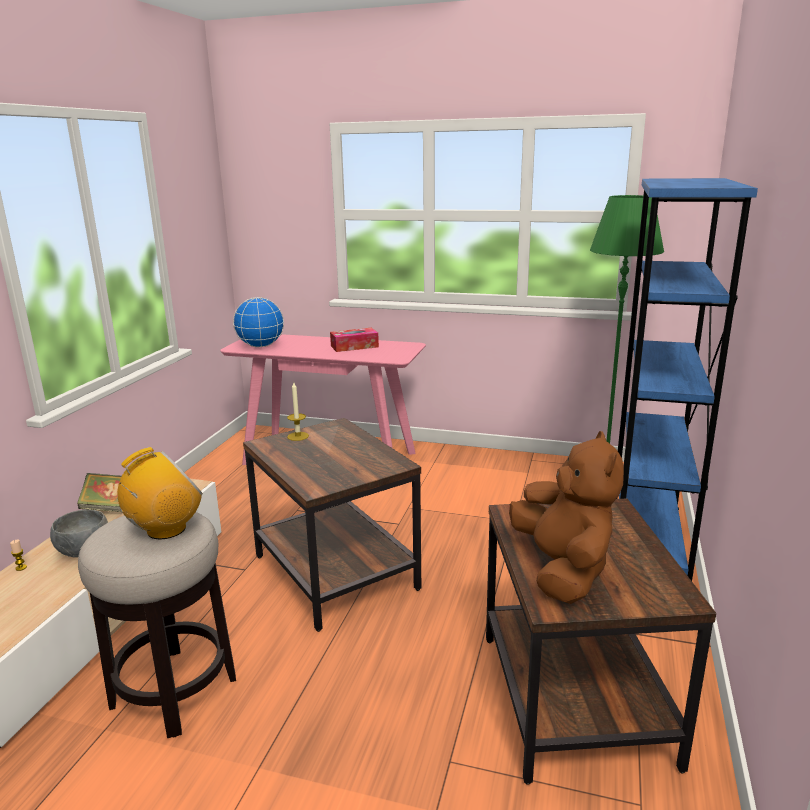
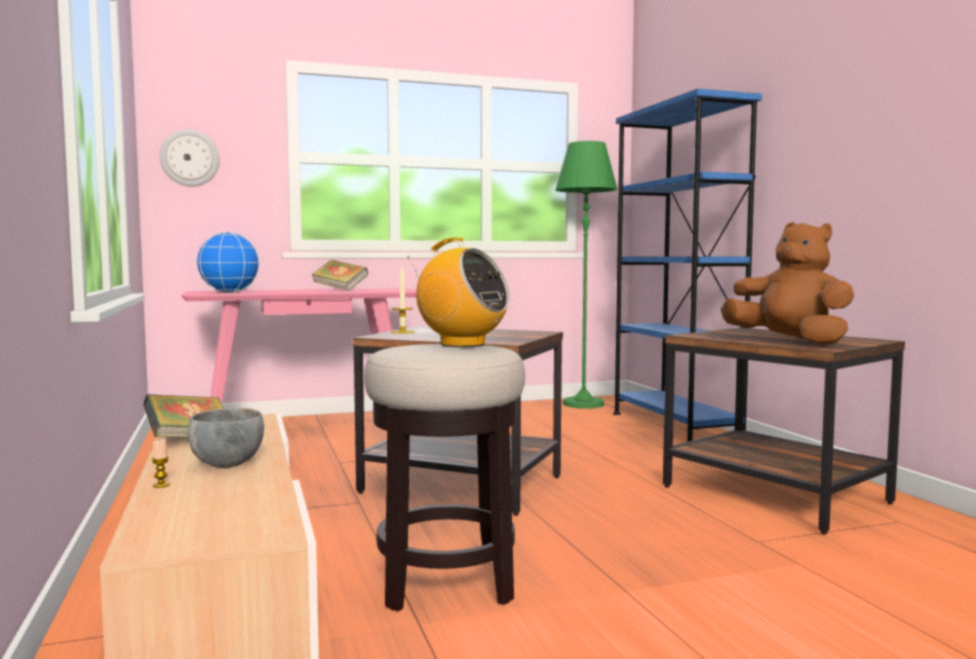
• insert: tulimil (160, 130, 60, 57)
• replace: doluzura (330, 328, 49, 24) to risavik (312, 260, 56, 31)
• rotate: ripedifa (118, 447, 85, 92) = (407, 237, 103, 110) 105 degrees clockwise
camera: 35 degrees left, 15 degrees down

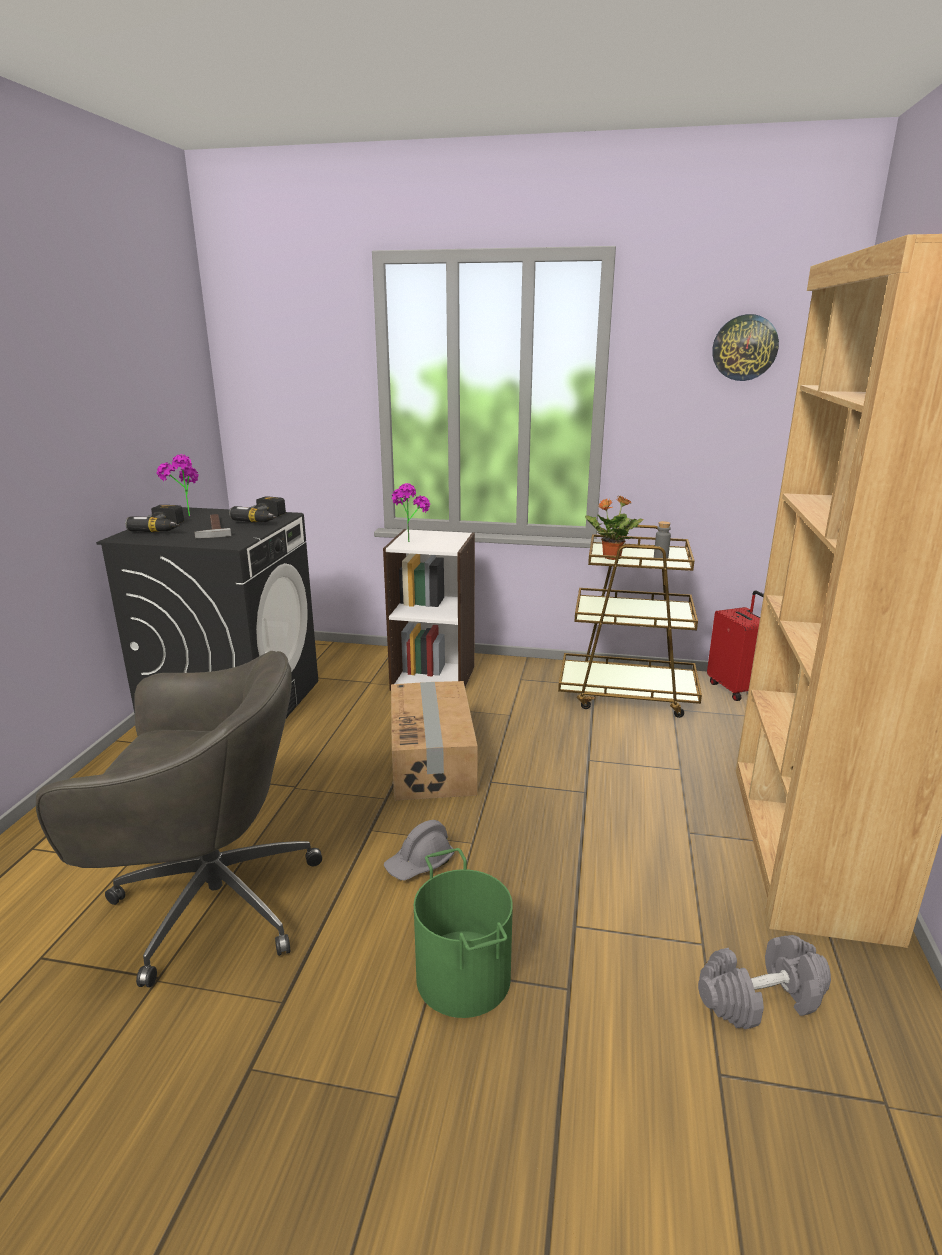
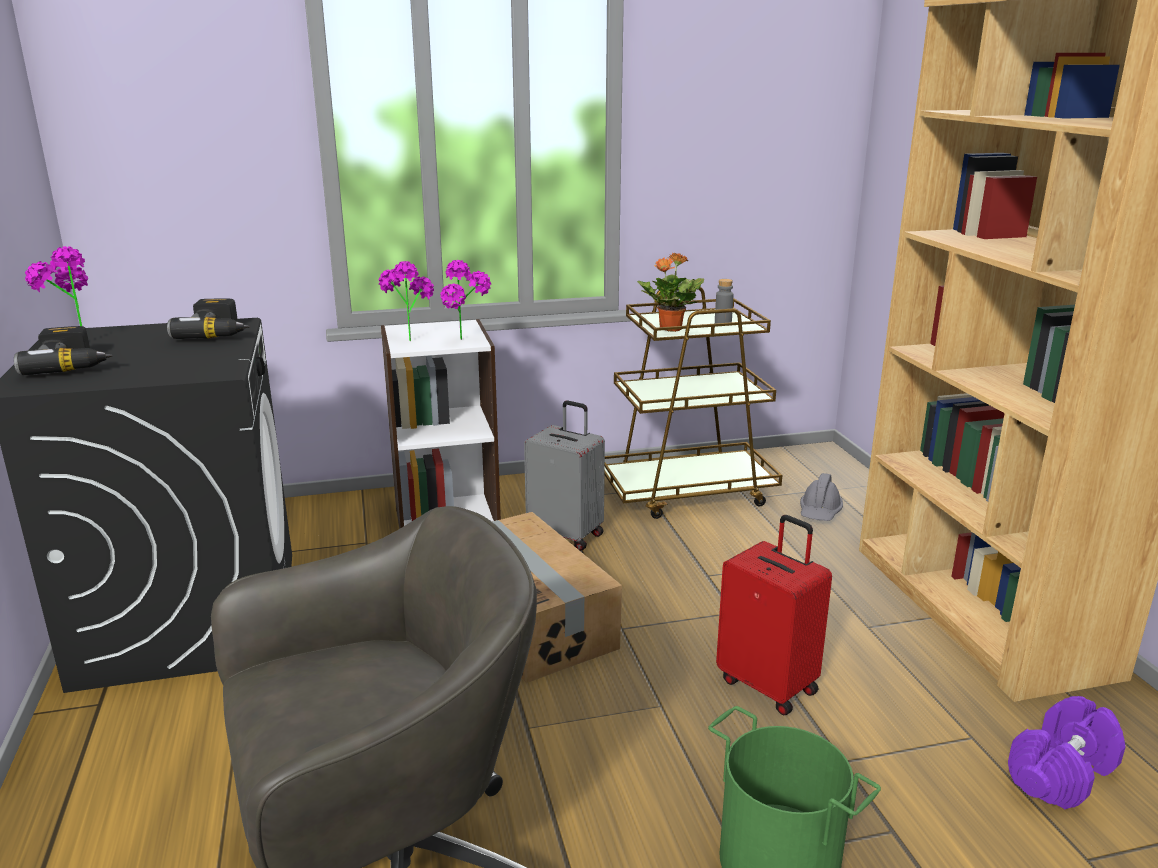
• insert: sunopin (440, 260, 51, 80)
• insert: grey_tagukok (524, 400, 81, 151)
• move: red_tagukok (707, 590, 57, 111) to (716, 515, 116, 200)
• move: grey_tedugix (384, 820, 71, 61) to (800, 473, 43, 48)
• recolor: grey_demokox (698, 935, 133, 94) to purple_demokox (1008, 696, 118, 113)
• delete: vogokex (194, 514, 37, 24)
• delete: tulimil (712, 314, 67, 67)
camera: 25 degrees left, 0 degrees up

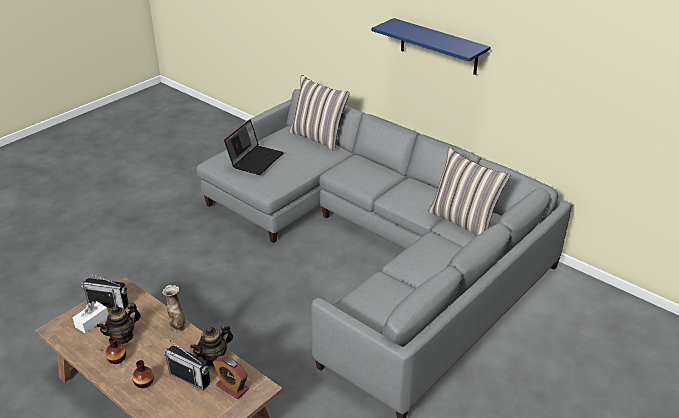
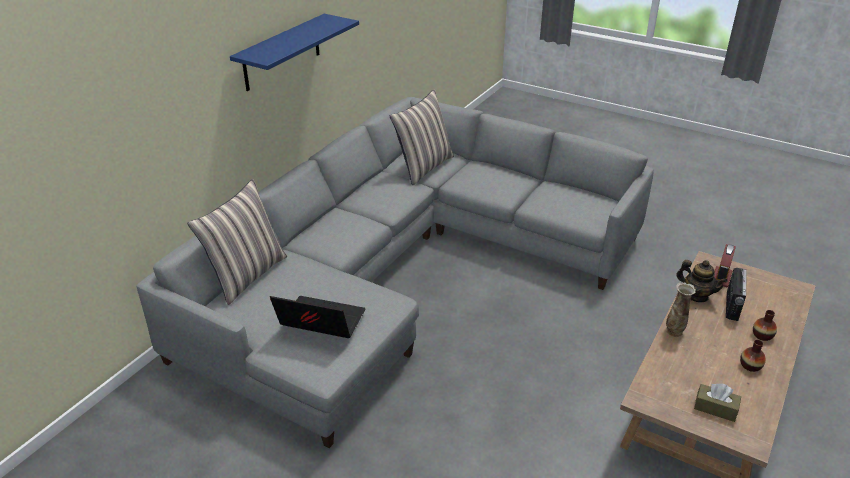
• recolor: white_doluzura (73, 301, 35, 32) to brown_doluzura (694, 383, 47, 39)
• delete: ripedifa (81, 272, 48, 37)
• delete: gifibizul (97, 303, 44, 41)
camera: 100 degrees left, 0 degrees up

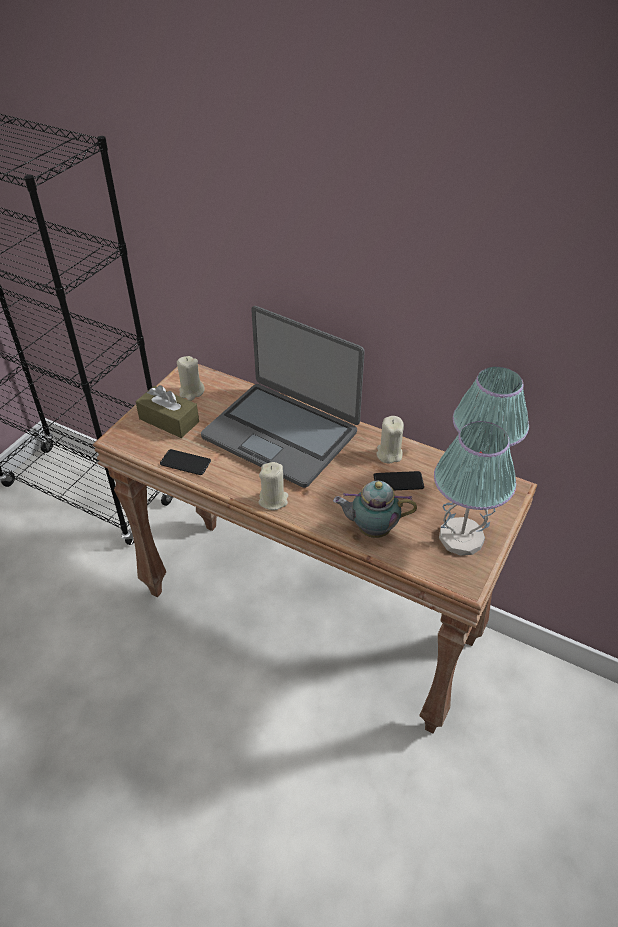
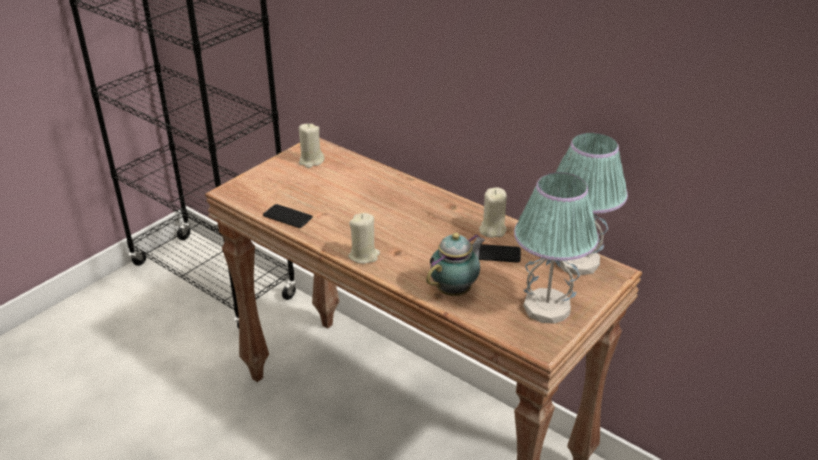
• rotate: gifibizul (333, 481, 84, 57) = (426, 233, 59, 63) 120 degrees clockwise
• delete: brown_doluzura (136, 385, 63, 53)
• delete: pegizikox (201, 306, 164, 182)
camera: 10 degrees right, 10 degrees down

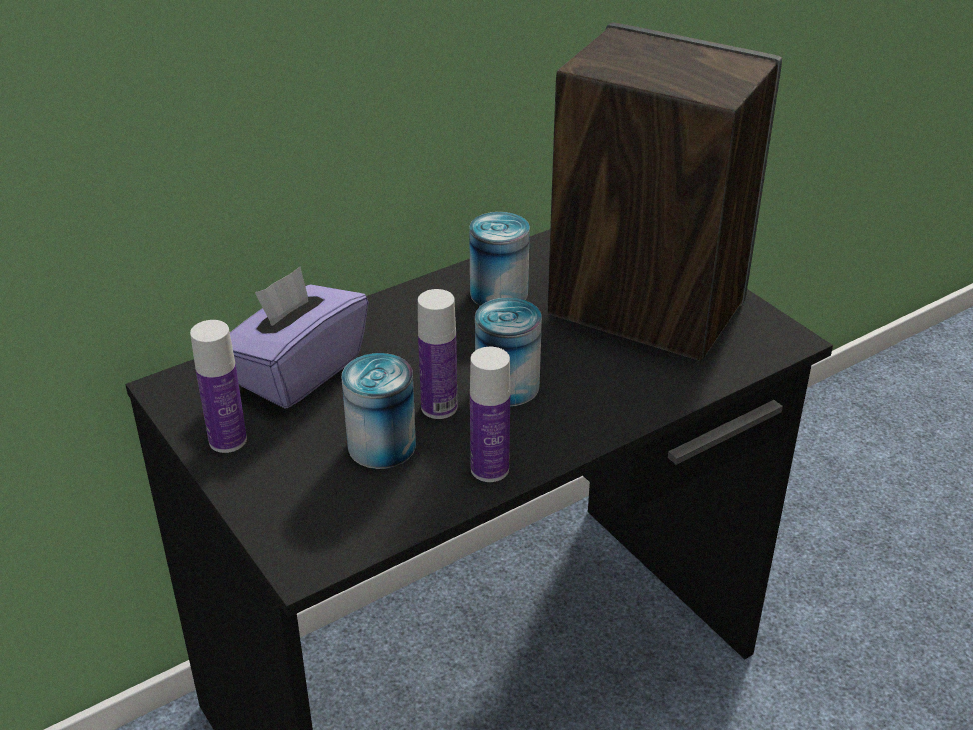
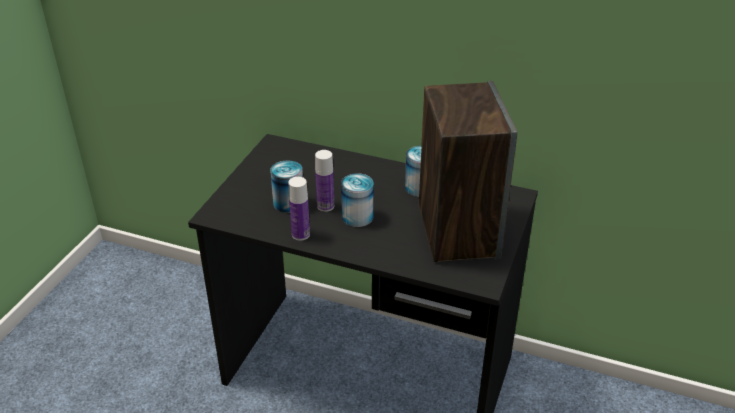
• delete: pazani (190, 320, 57, 133)
• delete: purple_doluzura (230, 267, 138, 142)
camera: 55 degrees right, 0 degrees up

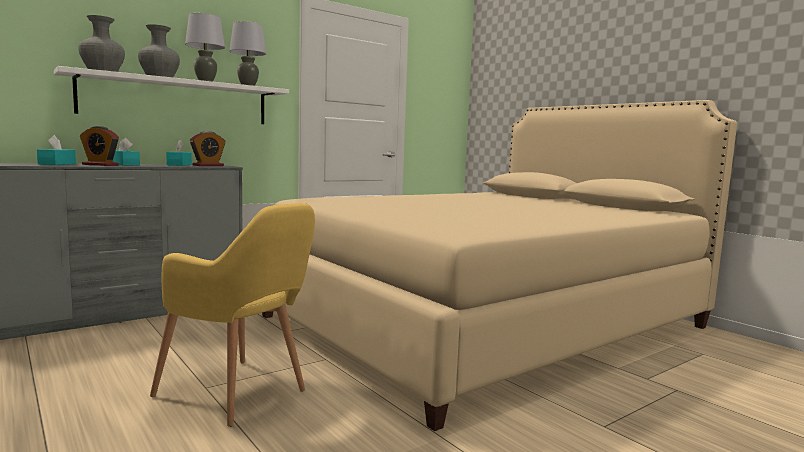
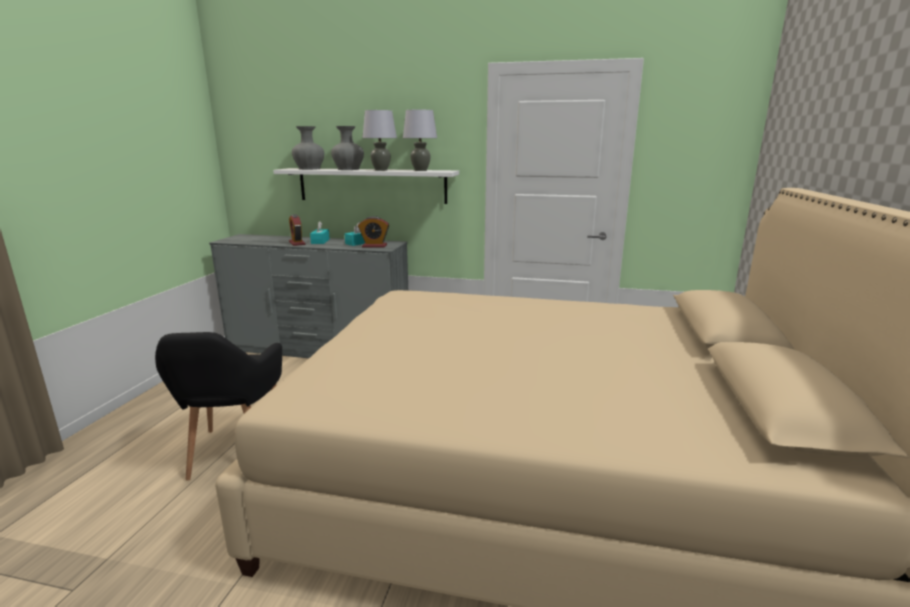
• recolor: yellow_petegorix (150, 203, 165, 224) to black_petegorix (155, 332, 127, 149)
• delete: turquoise_doluzura (37, 135, 39, 30)
camera: 50 degrees right, 10 degrees up

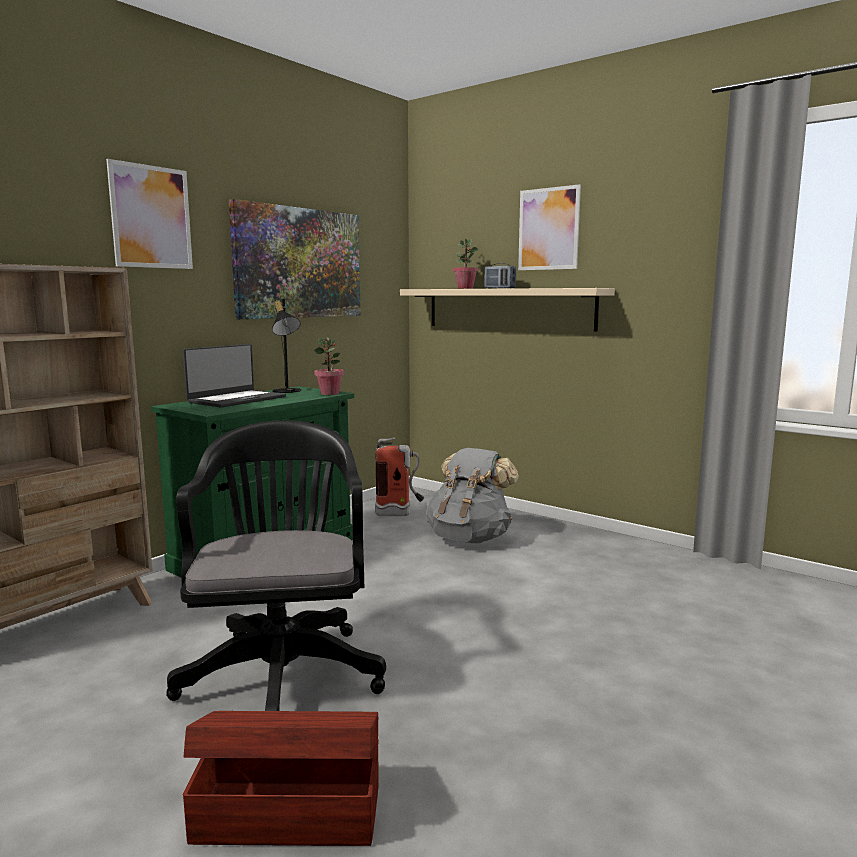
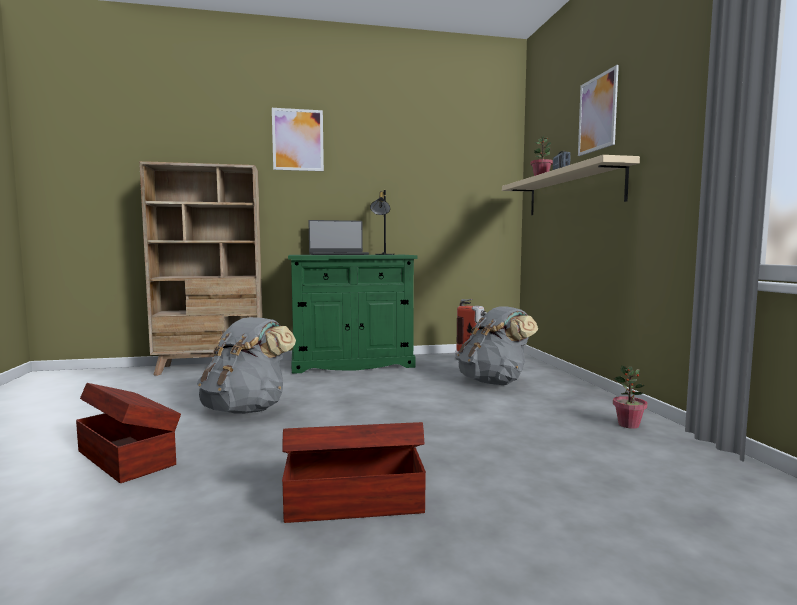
• replace: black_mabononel (166, 420, 220, 291) to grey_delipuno (197, 317, 99, 97)
• insert: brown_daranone (282, 422, 144, 101)
• move: sunopin (314, 338, 30, 57) to (613, 366, 34, 63)
• delete: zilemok (229, 199, 132, 120)
camera: 40 degrees right, 5 degrees down

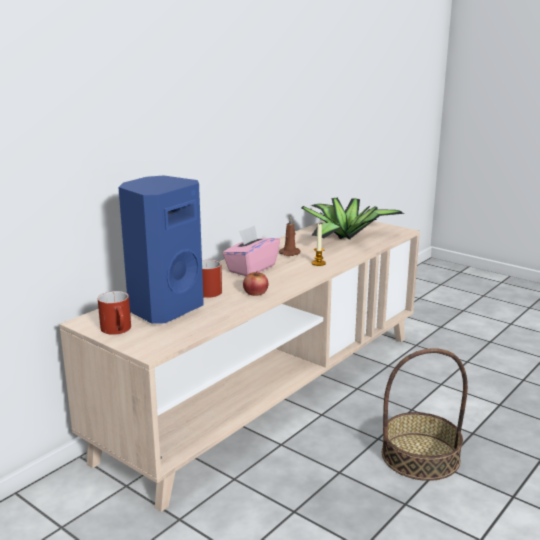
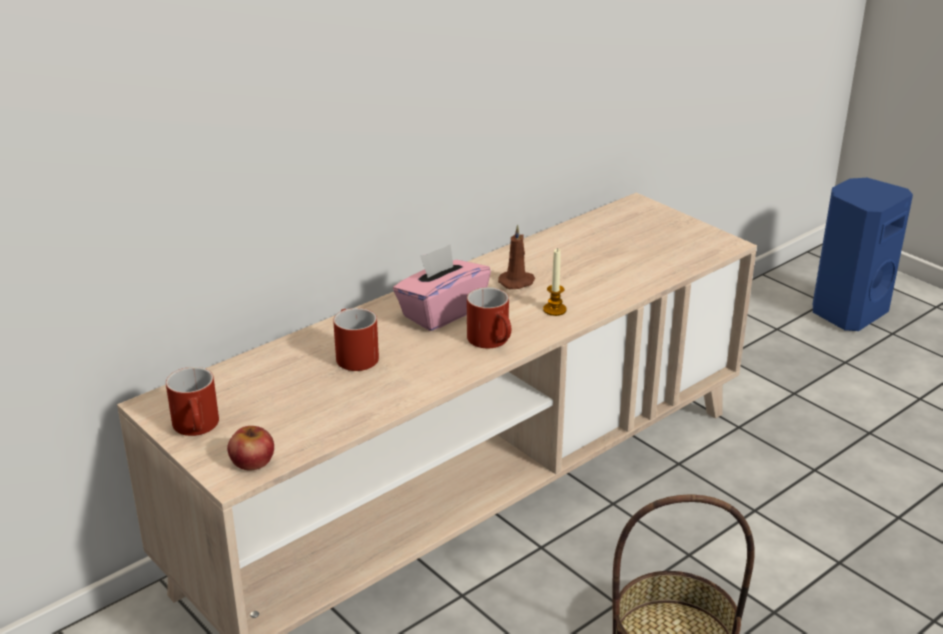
• move: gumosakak (243, 272, 25, 24) to (227, 426, 47, 44)
• insert: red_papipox (467, 287, 44, 61)
• move: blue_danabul (118, 176, 86, 148) to (813, 178, 100, 153)
• delete: sunopin (302, 198, 102, 42)
camera: 10 degrees right, 10 degrees up

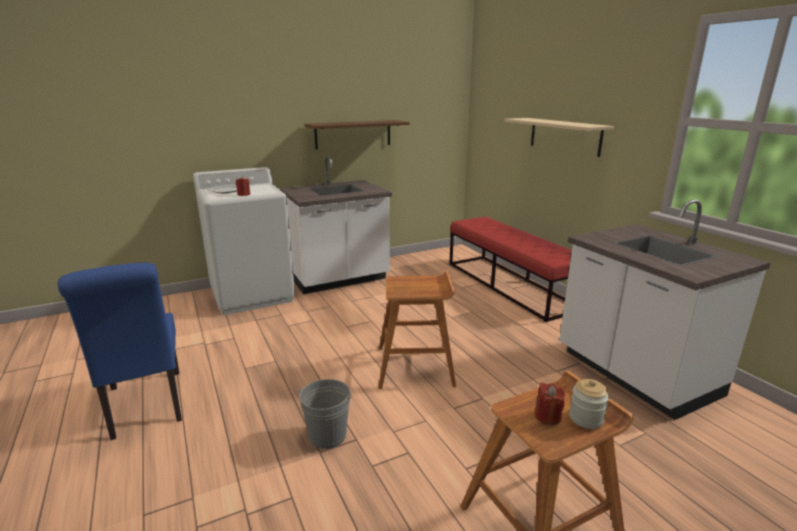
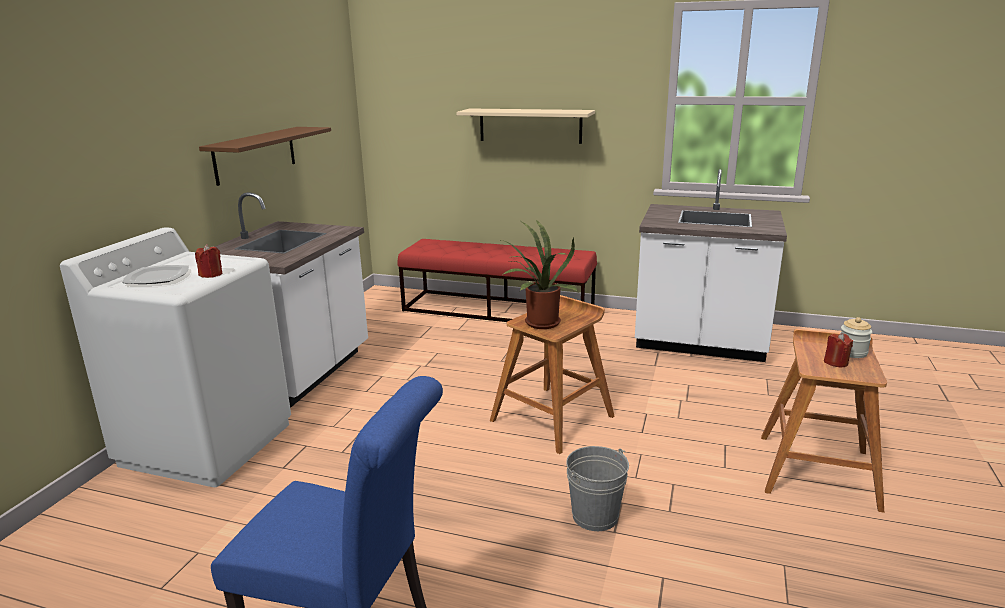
• insert: sunopin (501, 219, 77, 110)
camera: 45 degrees left, 0 degrees up

